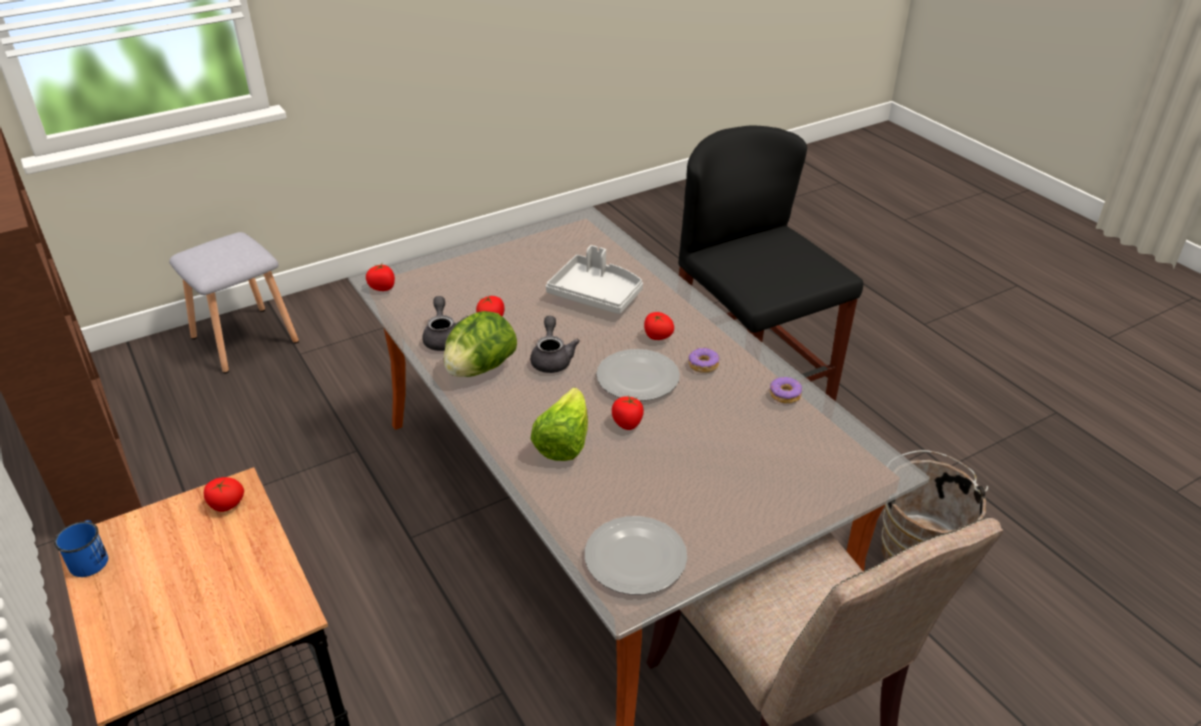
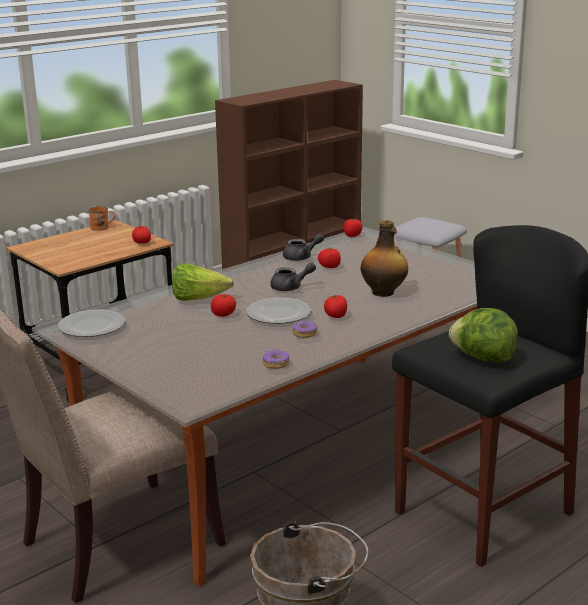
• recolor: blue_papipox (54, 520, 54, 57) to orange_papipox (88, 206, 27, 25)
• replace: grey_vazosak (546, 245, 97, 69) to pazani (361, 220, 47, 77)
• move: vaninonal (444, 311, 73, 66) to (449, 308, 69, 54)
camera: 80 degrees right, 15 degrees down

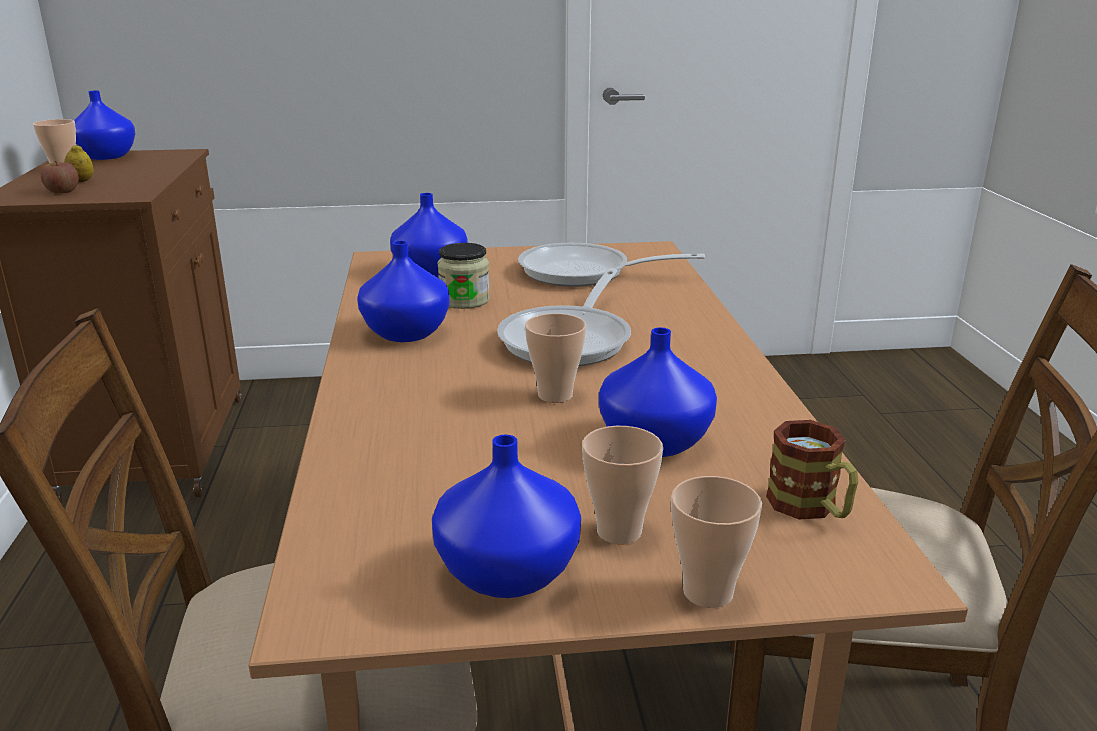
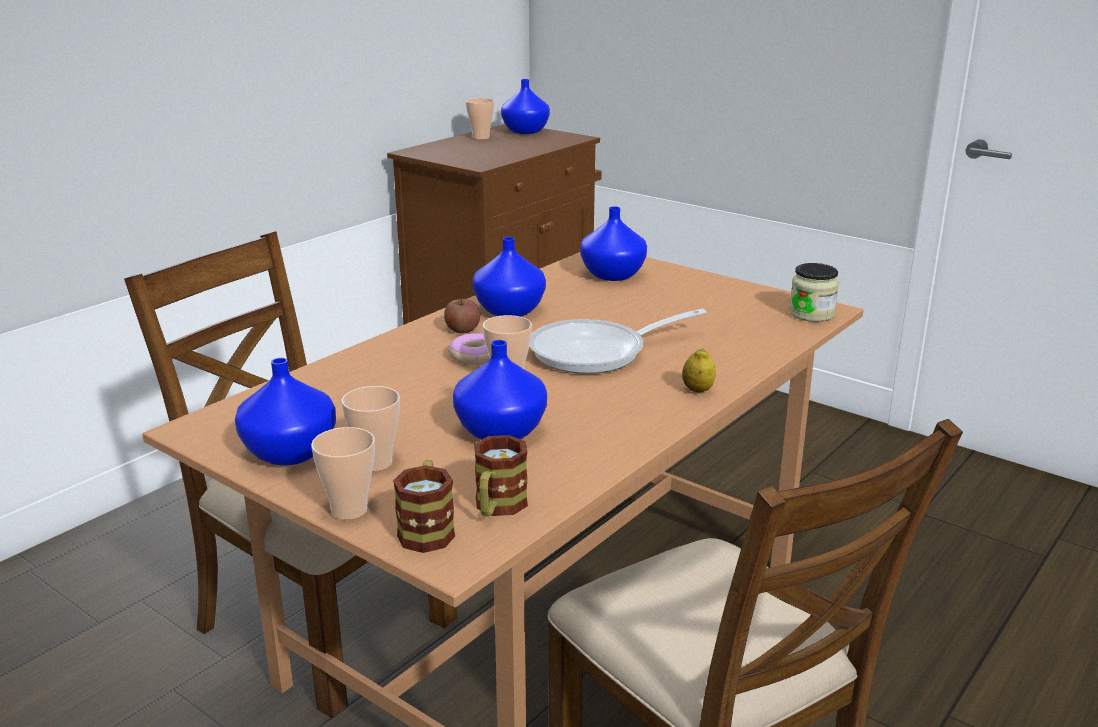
• insert: papipox (393, 460, 62, 93)
• move: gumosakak (41, 161, 38, 33) to (444, 299, 36, 34)
• insert: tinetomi (448, 333, 42, 32)
• move: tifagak (64, 144, 30, 38) to (682, 348, 34, 44)
• move: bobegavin (437, 243, 53, 66) to (789, 263, 50, 59)
• delete: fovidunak (518, 243, 187, 44)
camera: 45 degrees right, 0 degrees up

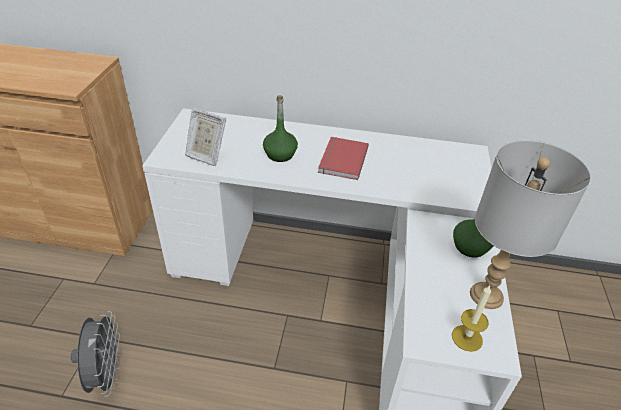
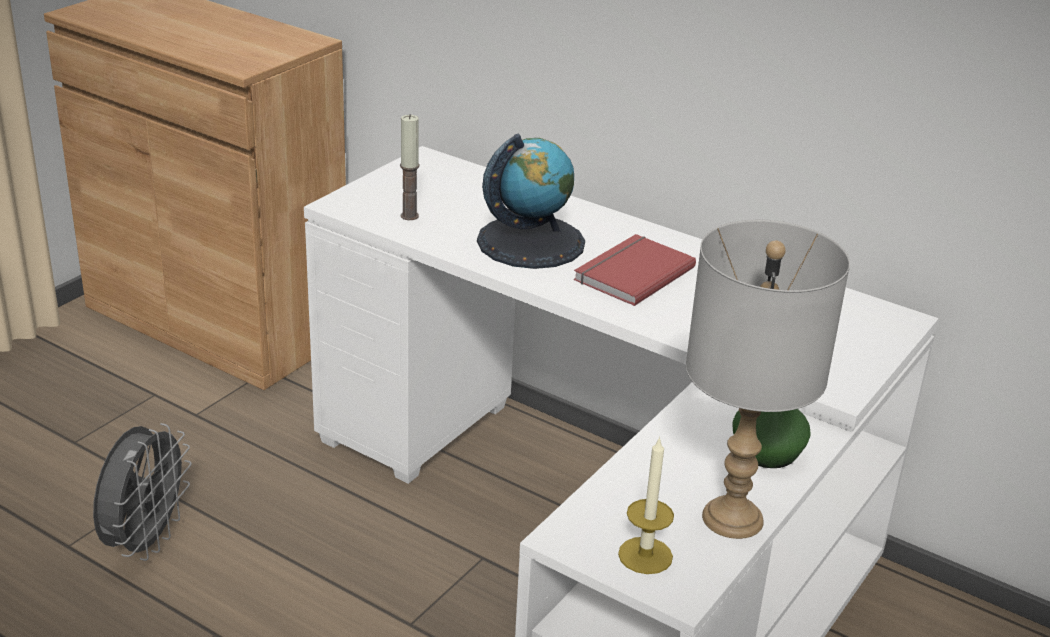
• replace: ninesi (185, 108, 41, 58) to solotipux (400, 115, 19, 105)
• replace: green_pazani (263, 95, 35, 67) to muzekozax (477, 134, 108, 135)
camera: 25 degrees right, 10 degrees down

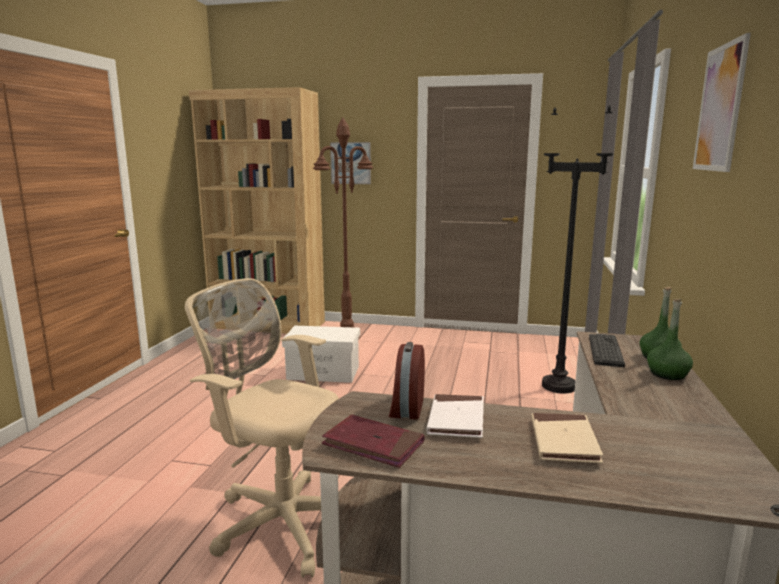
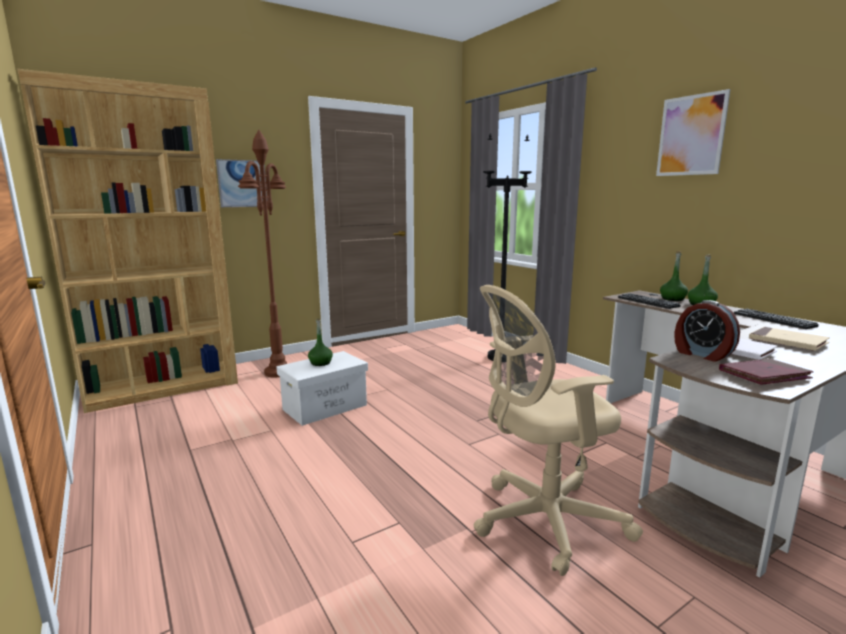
• insert: green_pazani (308, 318, 25, 48)
• insert: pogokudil (734, 309, 85, 20)
camera: 45 degrees left, 0 degrees up

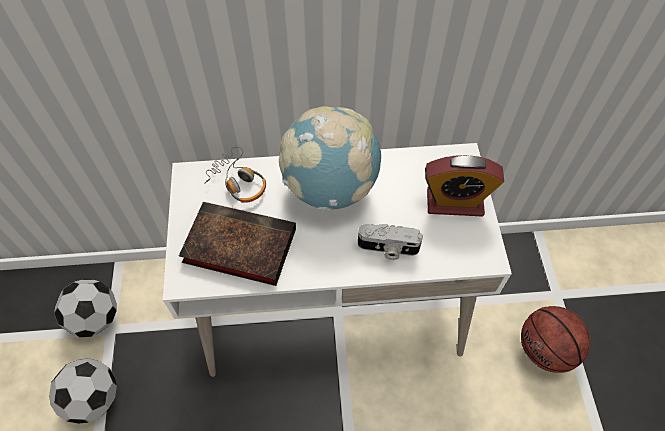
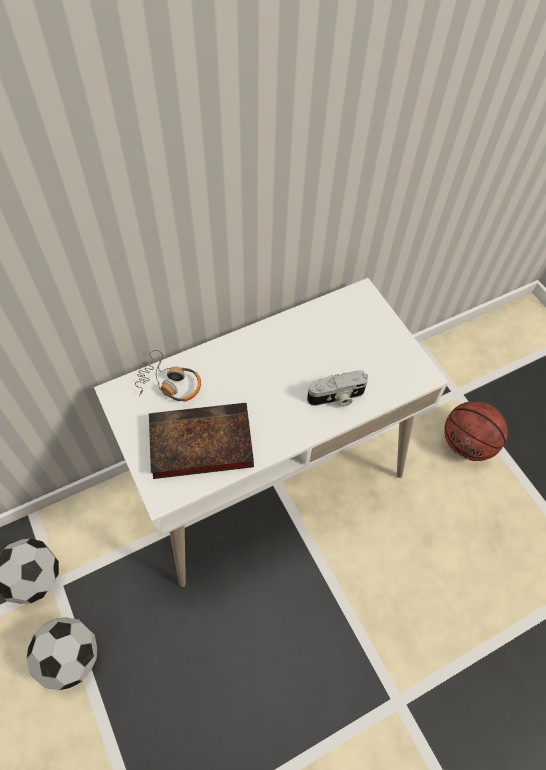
• delete: muzekozax (279, 106, 102, 105)
• delete: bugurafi (425, 155, 79, 62)
camera: 25 degrees left, 0 degrees up

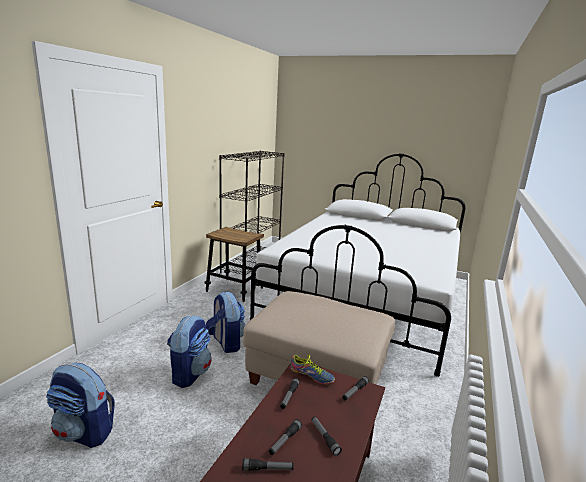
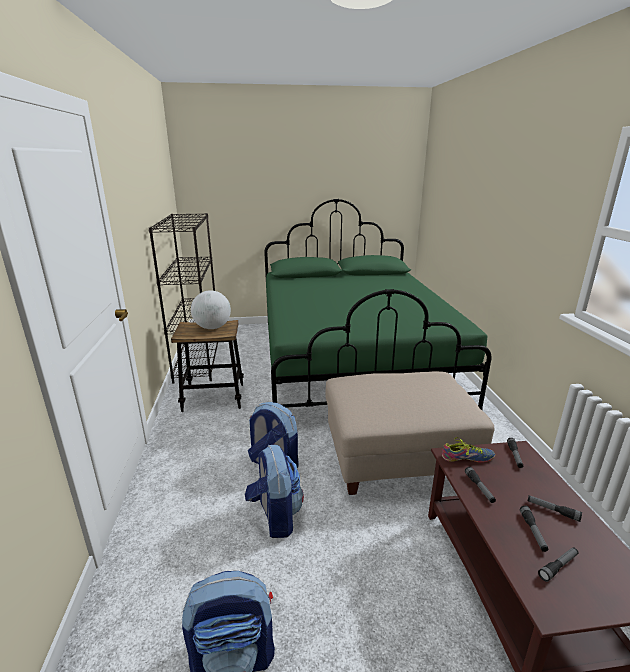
• insert: muzekozax (191, 290, 40, 39)
• recolor: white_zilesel (250, 153, 216, 224) to green_zilesel (264, 199, 228, 211)
camera: 30 degrees left, 5 degrees up

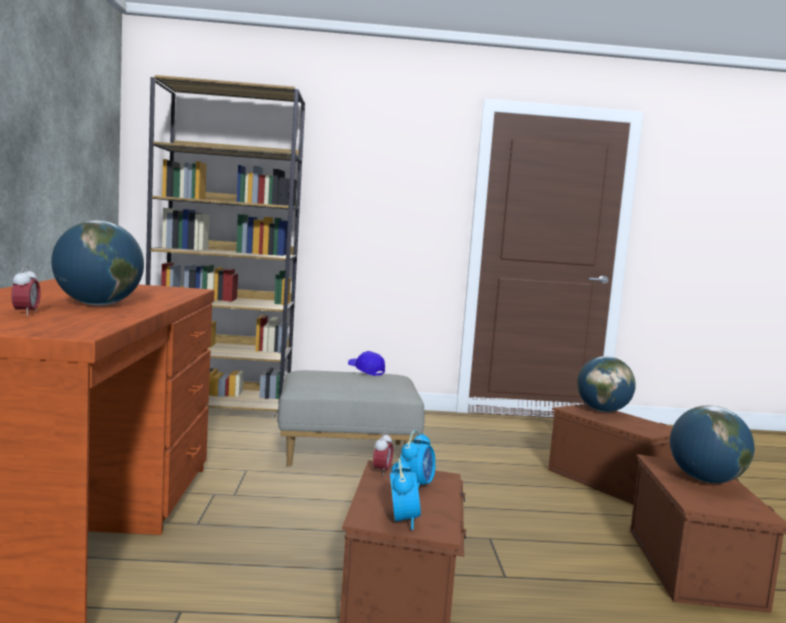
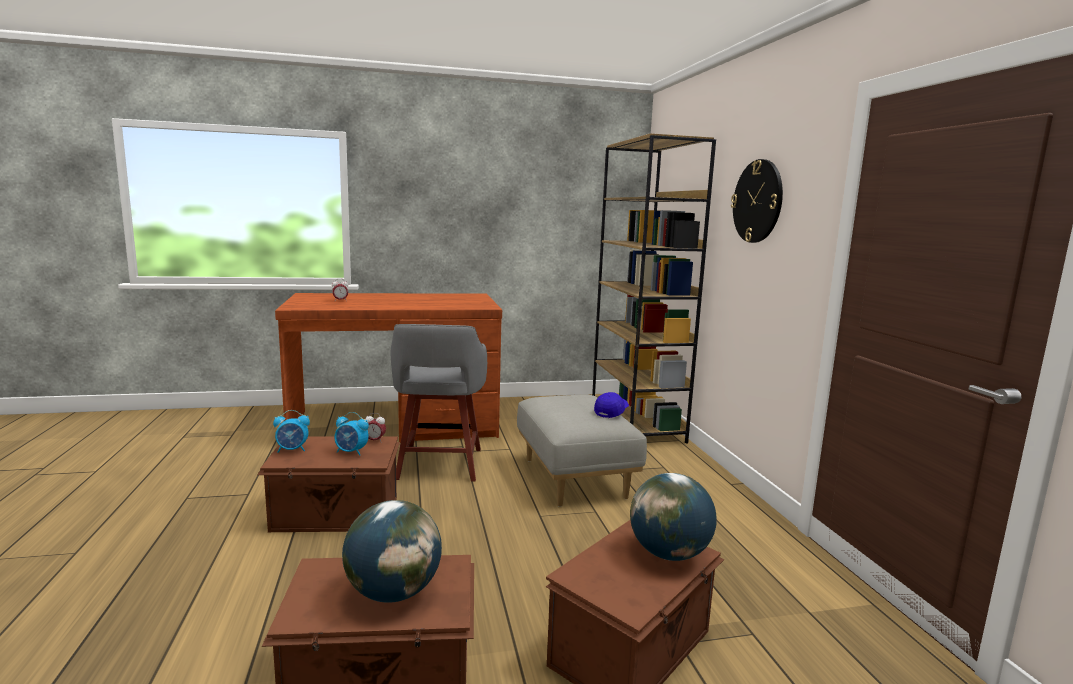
• insert: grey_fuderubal (391, 324, 96, 157)
• insert: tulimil (731, 159, 52, 84)
• delete: muzekozax (51, 220, 93, 85)
camera: 80 degrees right, 5 degrees up

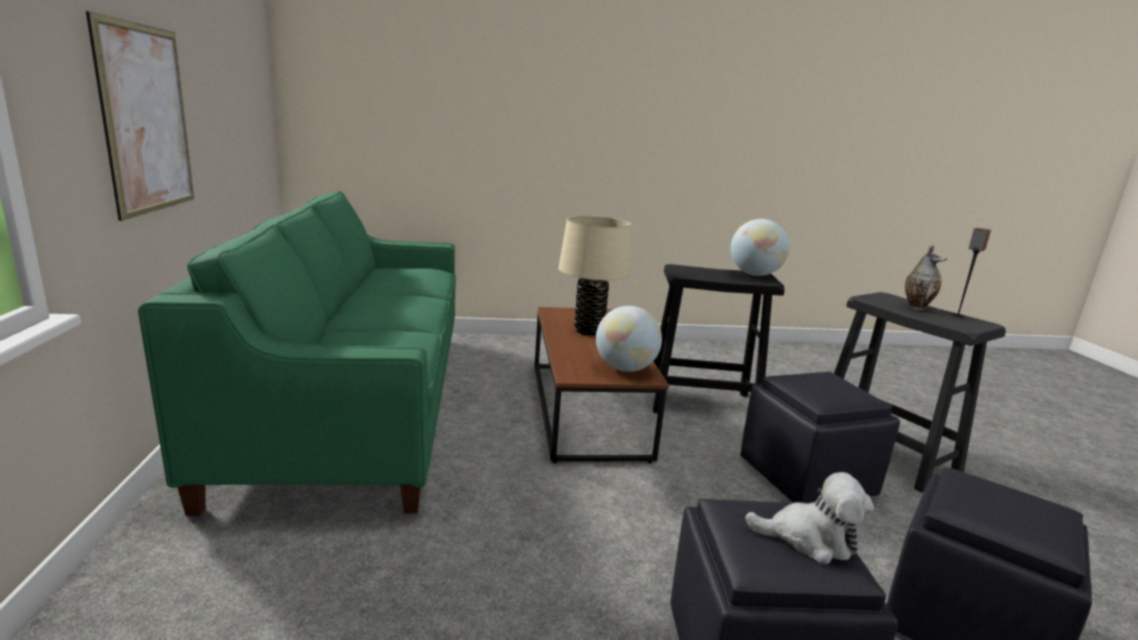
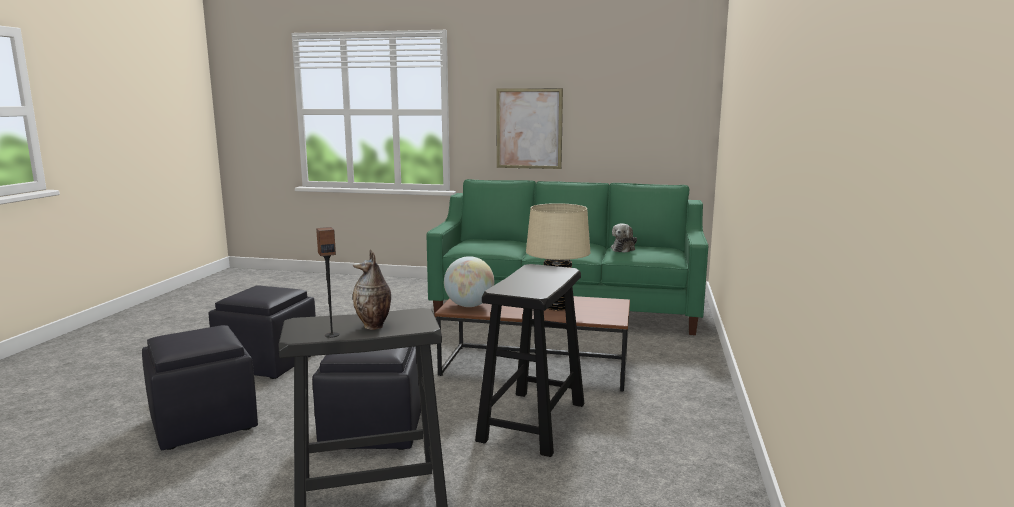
• move: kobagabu (745, 472, 129, 92) to (611, 223, 26, 29)
• delete: muzekozax (731, 219, 59, 57)
camera: 110 degrees right, 5 degrees down

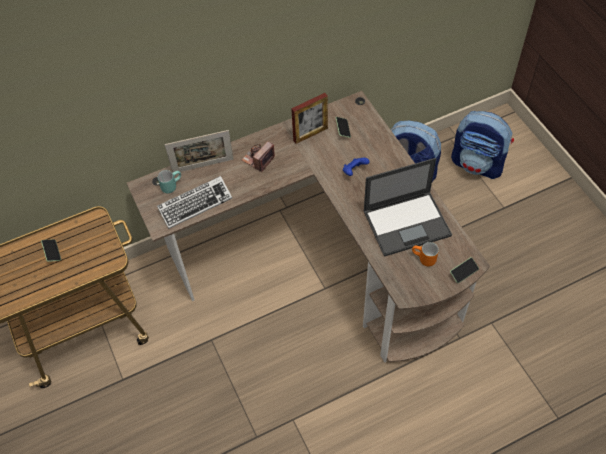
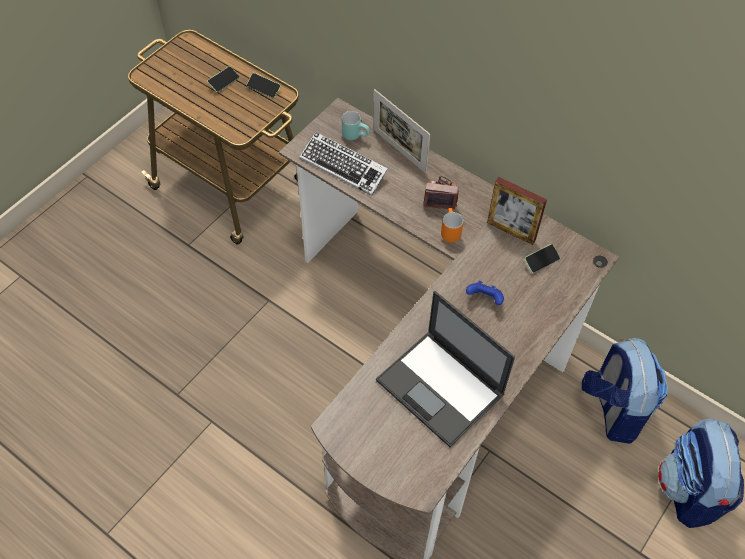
• move: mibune (450, 257, 29, 26) to (247, 73, 34, 25)
• move: orange_papipox (412, 242, 27, 24) to (441, 208, 22, 35)
camera: 60 degrees right, 0 degrees up

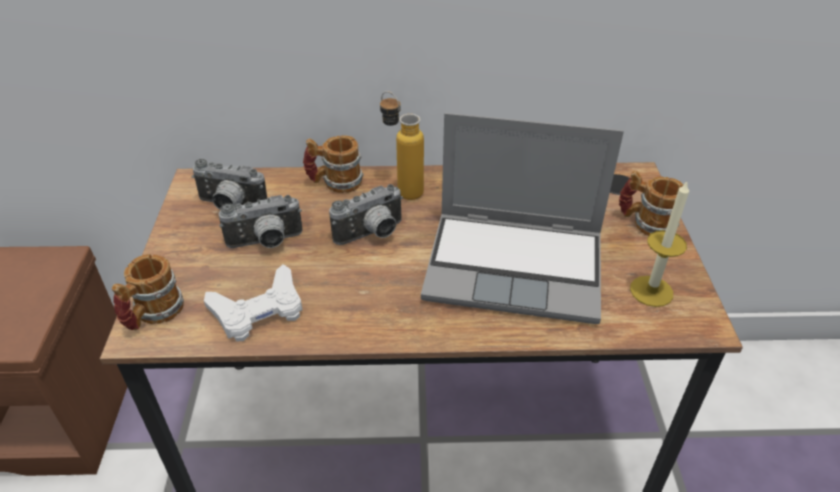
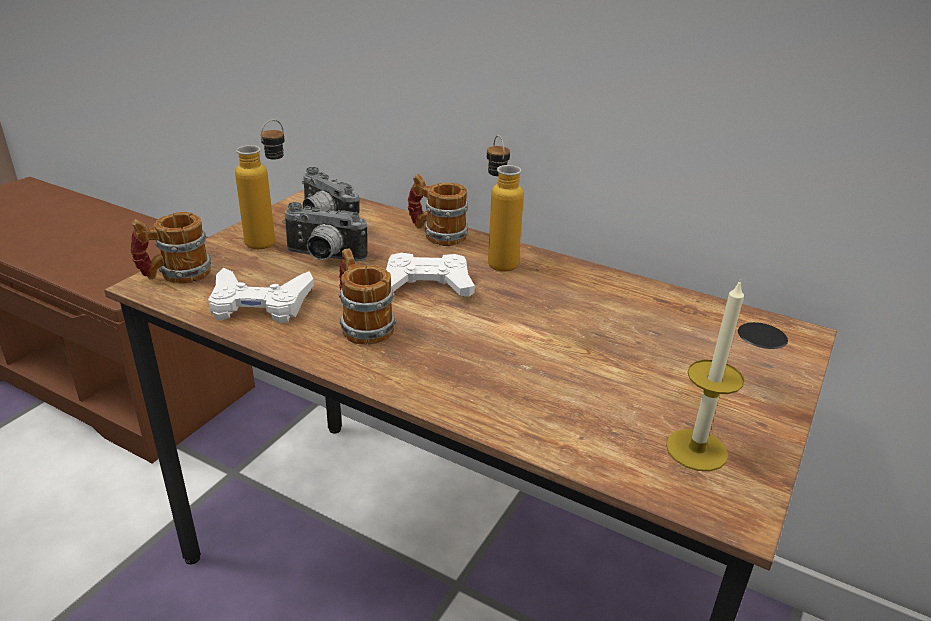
• insert: pazani (235, 119, 50, 130)
• move: papipox (619, 171, 65, 65) to (339, 249, 58, 96)
• replace: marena (329, 184, 74, 61) to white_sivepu (386, 253, 89, 44)
• delete: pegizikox (421, 113, 203, 211)
camera: 30 degrees right, 10 degrees down

